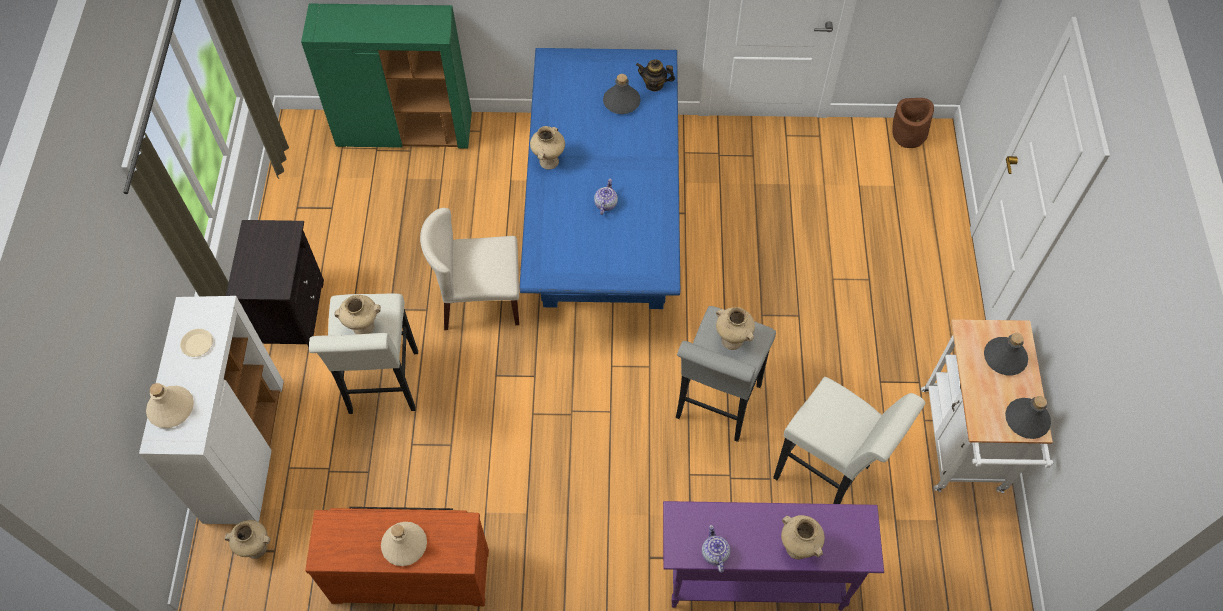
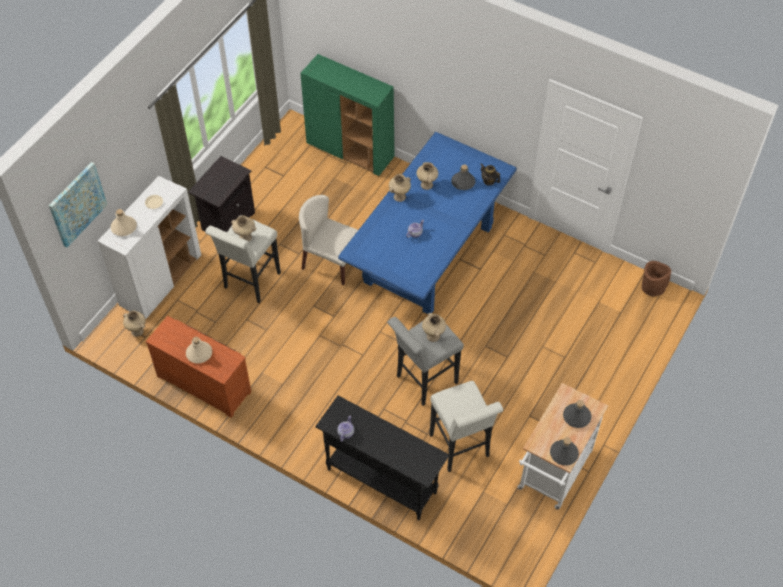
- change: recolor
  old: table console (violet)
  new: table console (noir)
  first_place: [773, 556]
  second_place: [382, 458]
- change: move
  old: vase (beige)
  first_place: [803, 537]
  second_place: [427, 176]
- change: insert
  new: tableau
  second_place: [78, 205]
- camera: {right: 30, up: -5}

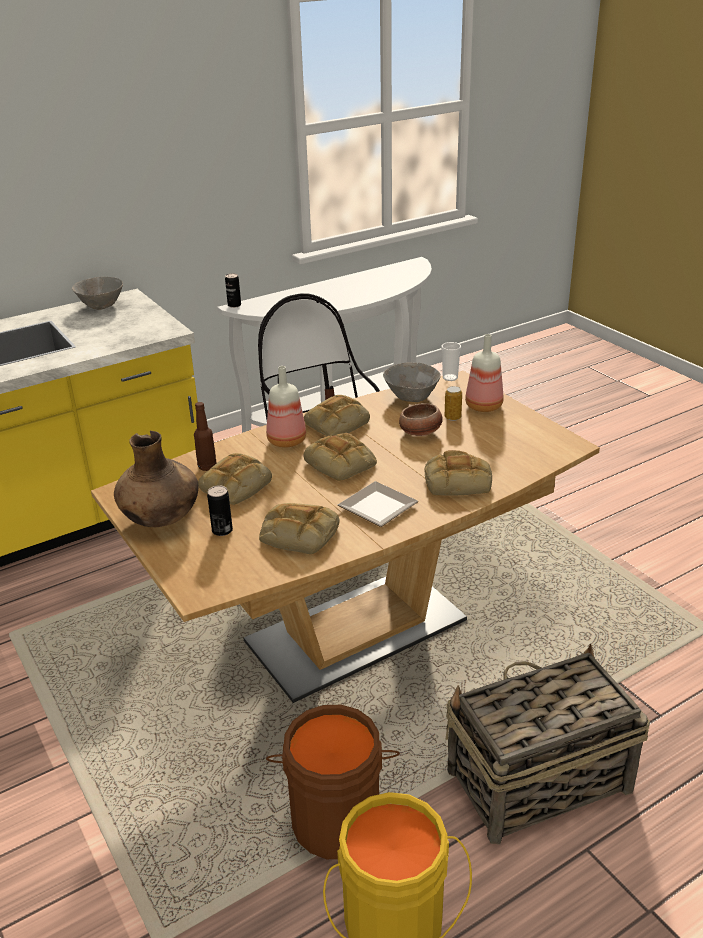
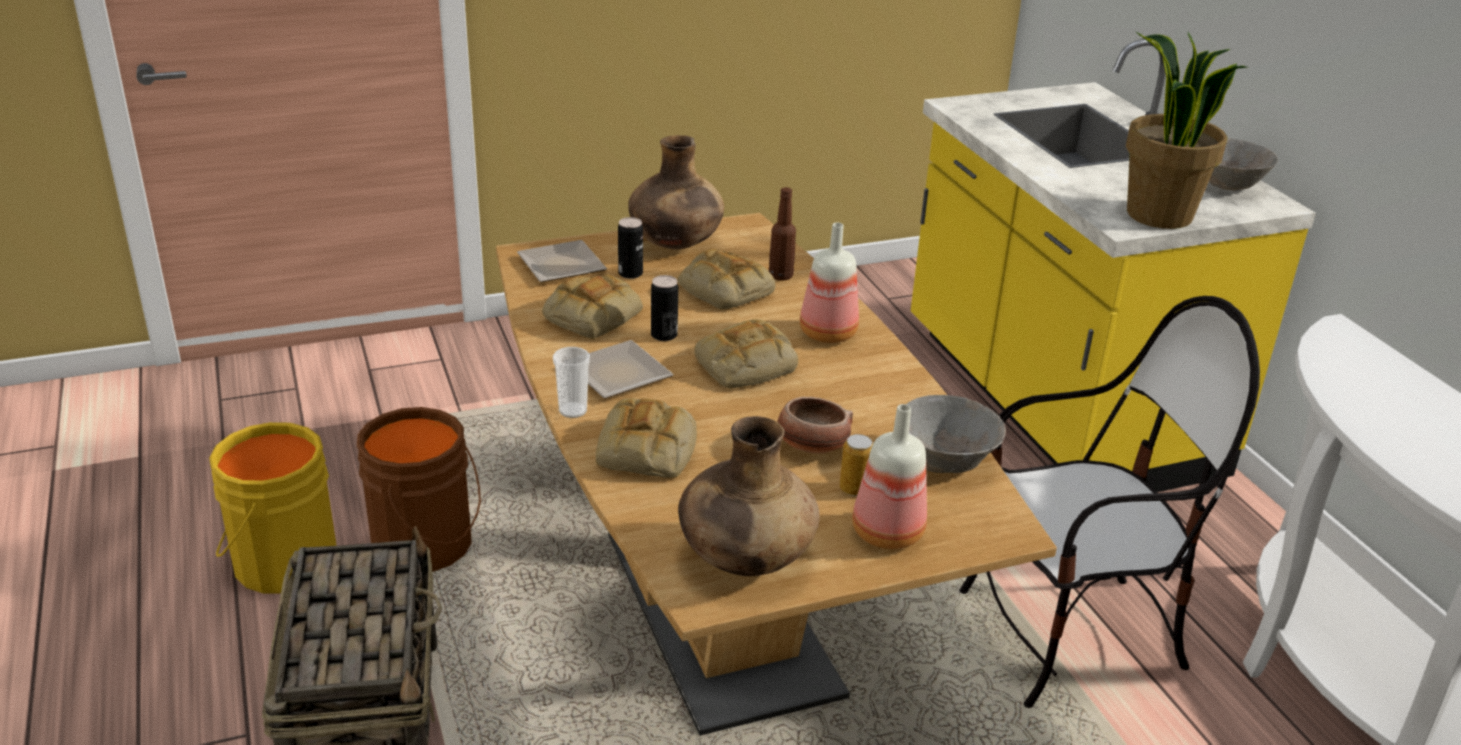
- change: move
  old: boîte métallique
  first_place: [233, 290]
  second_place: [664, 308]
- change: delete
  old: pain
  first_place: [337, 415]
- change: move
  old: tasse
  first_place: [451, 361]
  second_place: [571, 382]
- change: insert
  new: assiette
  second_place: [562, 261]
- change: insert
  new: vase (marron)
  second_place: [749, 496]
- change: insert
  new: plante en pot
  second_place: [1186, 130]
- camera: {right: 100, up: 0}

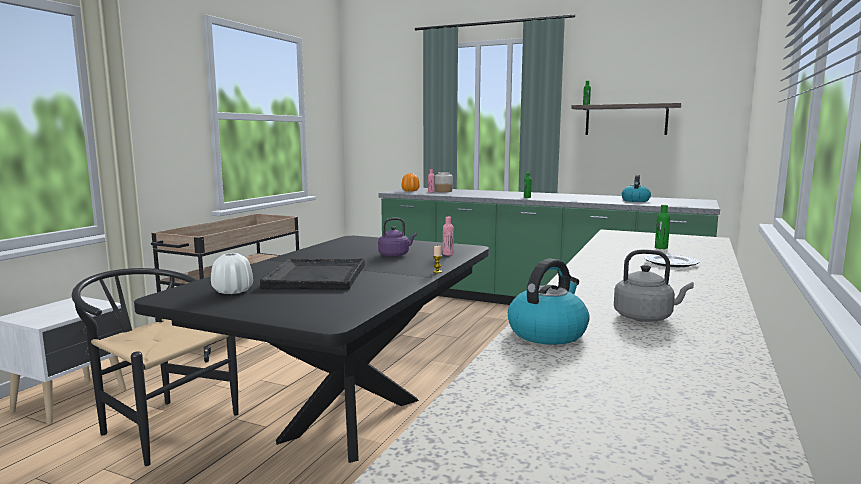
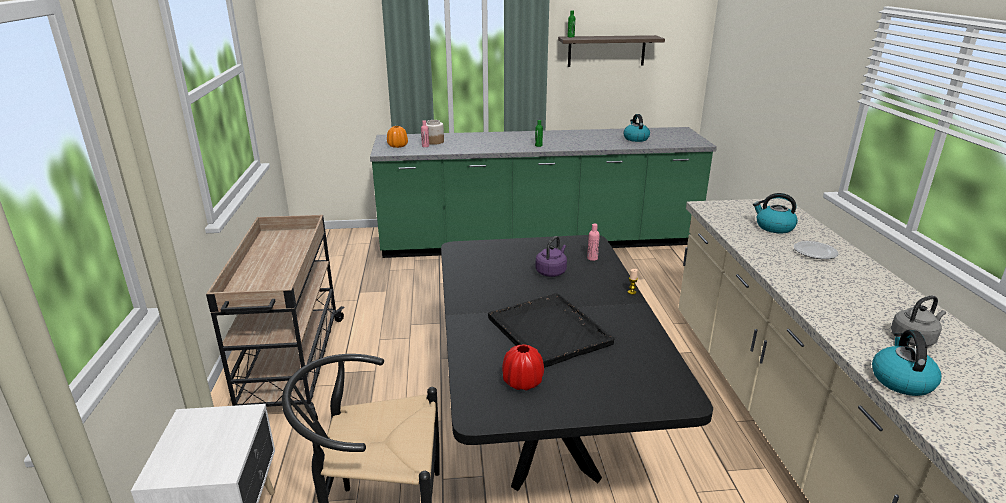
- change: recolor
  old: vase (blanc)
  new: vase (rouge)
  first_place: [232, 273]
  second_place: [523, 367]
- change: replace
  old: bouteille (vert)
  new: bouilloire
  first_place: [662, 227]
  second_place: [775, 213]
- camera: {right: -30, up: 15}

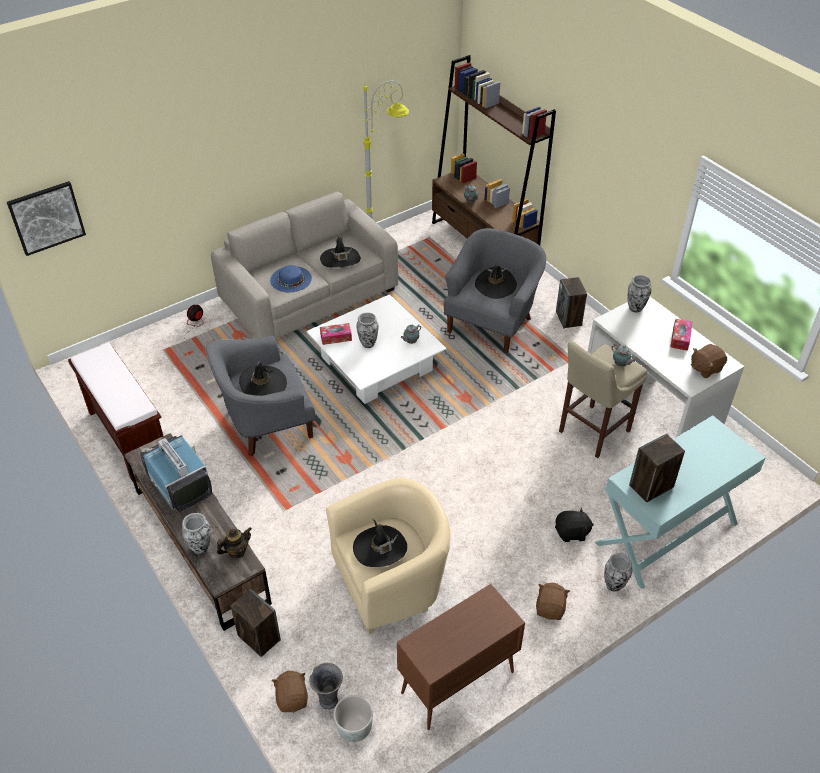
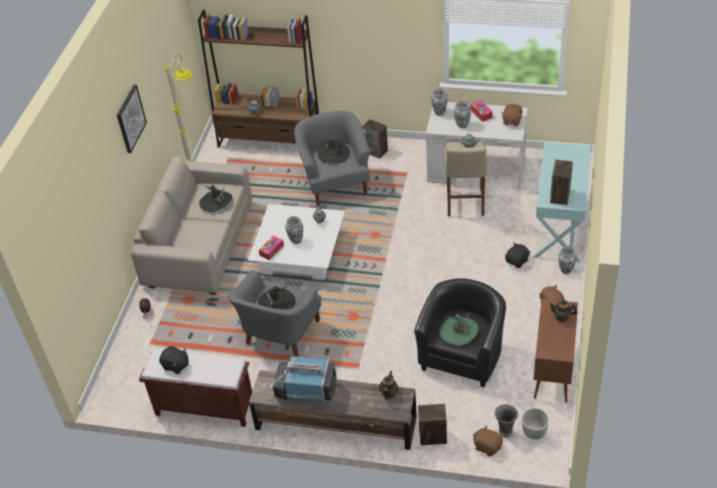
- change: move
  old: tableau
  first_place: [46, 218]
  second_place: [132, 119]
- change: move
  old: vase
  first_place: [196, 533]
  second_place: [462, 114]
- change: delete
  old: chapeau (bleu)
  first_place: [291, 278]
- change: recolor
  old: fauteuil (beige)
  new: fauteuil (noir)
  first_place: [388, 555]
  second_place: [460, 332]
- change: recolor
  old: chapeau (noir)
  new: chapeau (vert)
  first_place: [380, 543]
  second_place: [459, 330]
- change: insert
  new: peluche (noir)
  second_place: [174, 360]
- change: insert
  new: théière
  second_place: [563, 311]
- camera: {right: -40, up: 0}

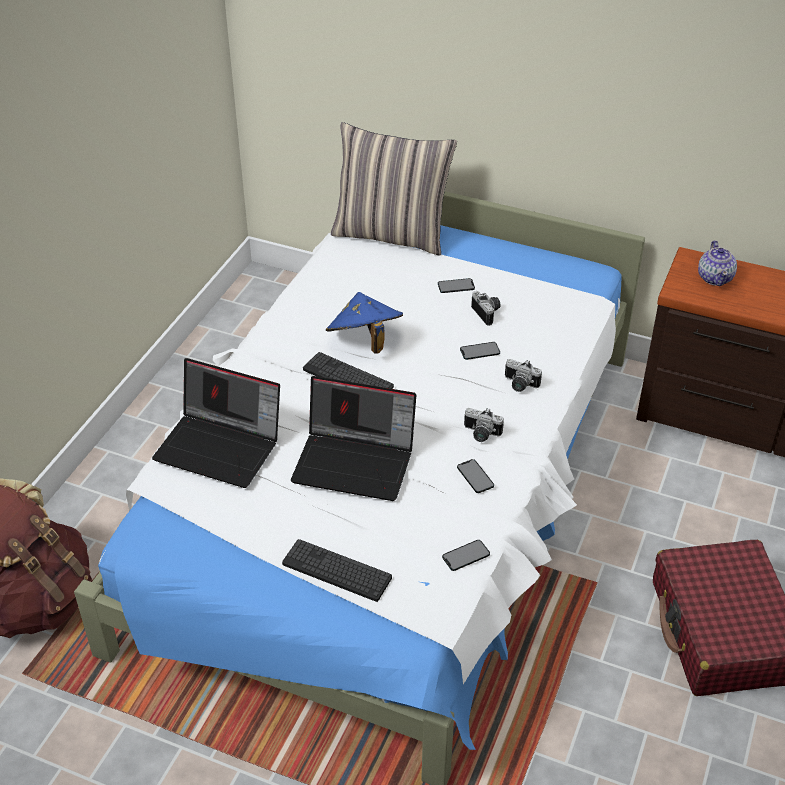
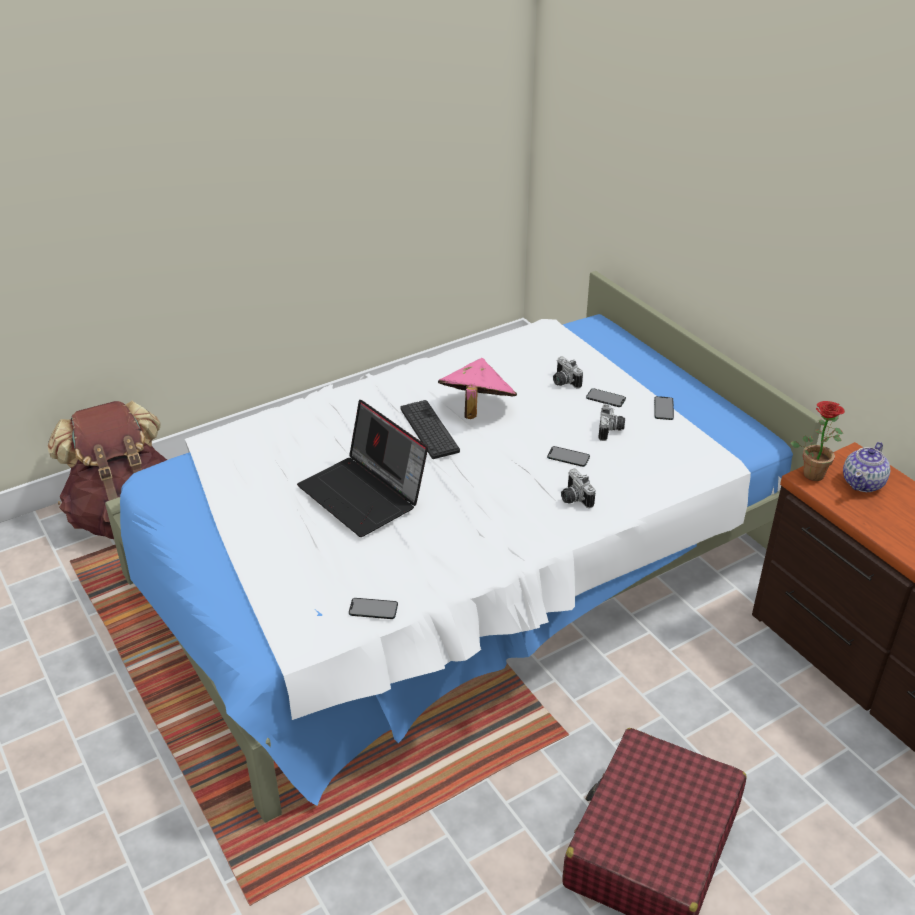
- change: delete
  old: ordinateur portable
  first_place: [216, 423]
- change: delete
  old: clavier
  first_place: [337, 570]
- change: recolor
  old: chapeau (bleu)
  new: chapeau (rose)
  first_place: [364, 323]
  second_place: [477, 388]
- change: delete
  old: coussin
  first_place: [394, 189]
- change: move
  old: téléphone
  first_place: [475, 476]
  second_place: [664, 408]
- change: move
  old: appareil photo
  first_place: [484, 425]
  second_place: [568, 372]
- change: insert
  new: plante en pot
  second_place: [817, 441]
- camera: {right: 35, up: -5}

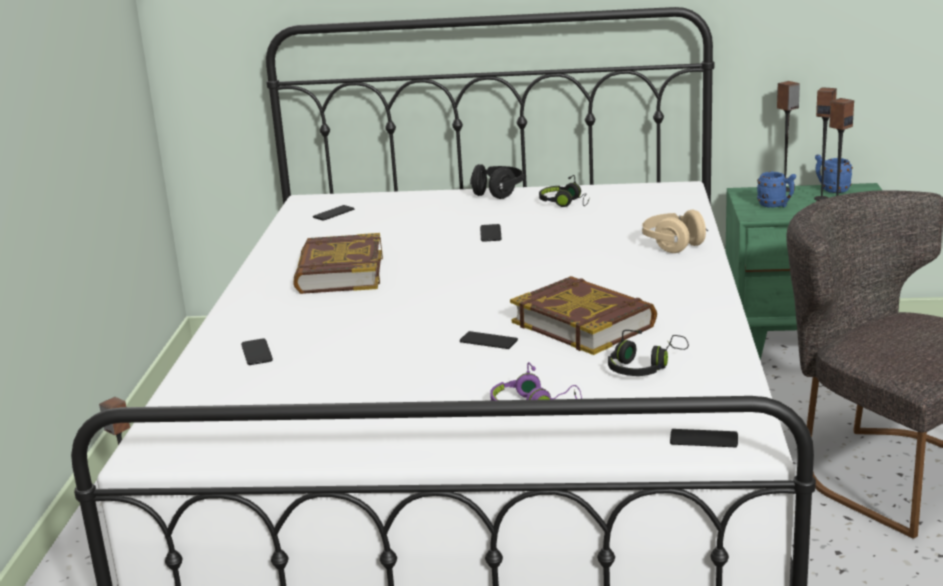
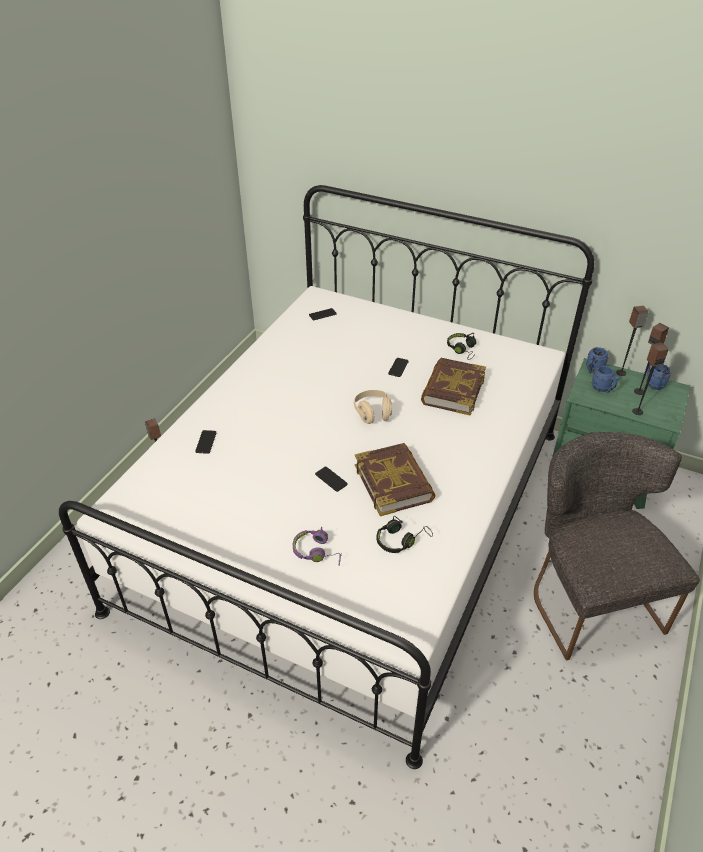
- change: move
  old: livre
  first_place: [338, 263]
  second_place: [453, 387]
- change: delete
  old: casque audio (noir)
  first_place: [497, 181]
- change: move
  old: casque audio (beige)
  first_place: [675, 231]
  second_place: [373, 407]
- change: delete
  old: téléphone
  first_place: [704, 438]
- change: insert
  new: mug (bleu)
  second_place: [597, 360]
- camera: {right: 20, up: 20}

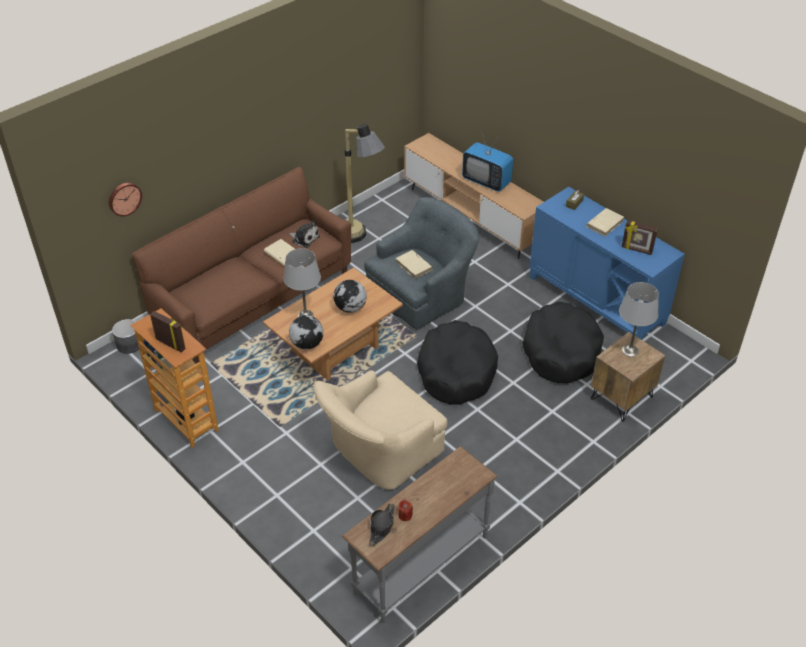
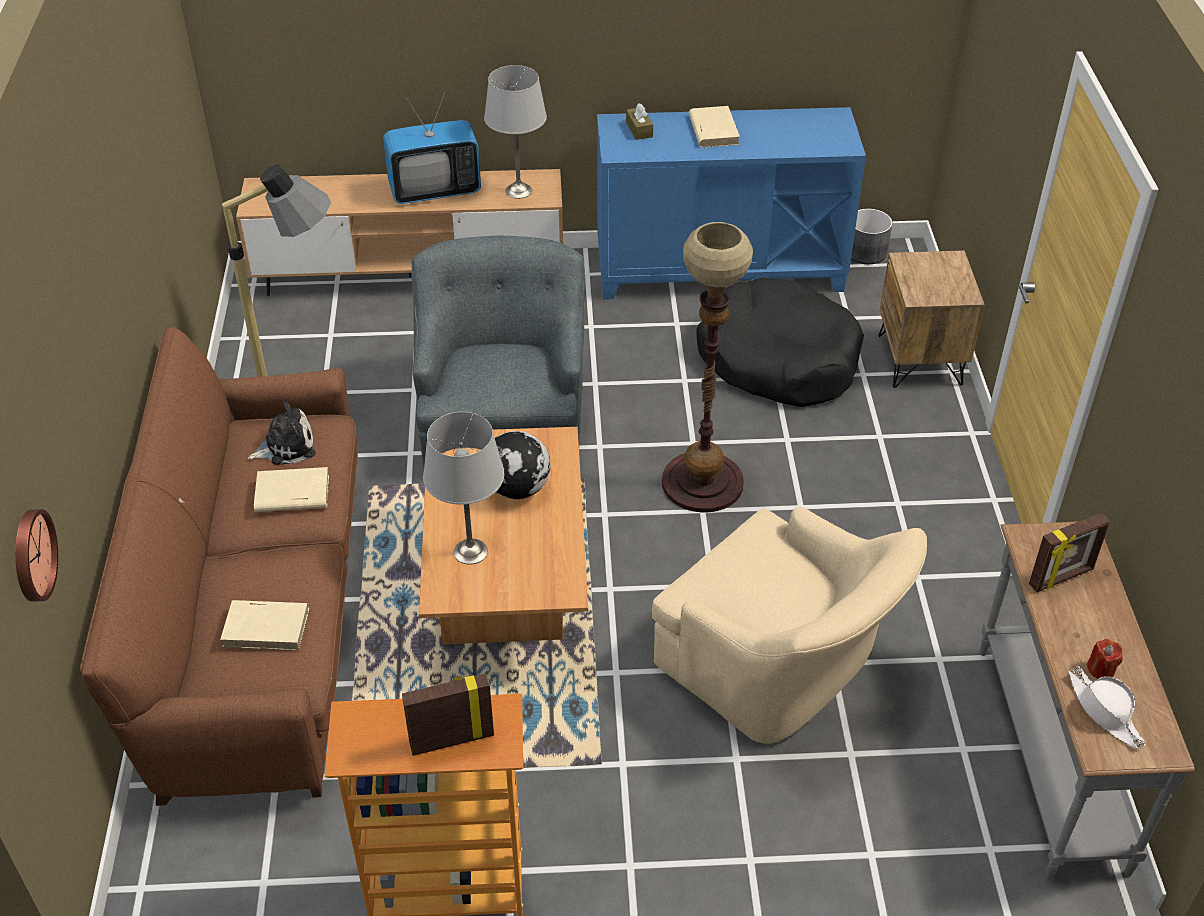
- change: move
  old: cache-pot (gris)
  first_place: [125, 336]
  second_place: [871, 236]
- change: delete
  old: globe
  first_place: [306, 332]
- change: rotate
  old: fauteuil (beige)
  first_place: [380, 429]
  second_place: [789, 625]
  degrees: -45
- change: recolor
  old: chapeau (noir)
  new: chapeau (blanc)
  first_place: [382, 524]
  second_place: [1107, 707]
- change: move
  old: livre (beige)
  first_place: [414, 264]
  second_place: [264, 625]
- change: replace
  old: panier pour chien (noir)
  new: lampadaire
  first_place: [457, 362]
  second_place: [707, 367]
- change: move
  old: lampe de table (gris)
  first_place: [639, 319]
  second_place: [515, 132]
- change: move
  old: cadre photo
  first_place: [640, 237]
  second_place: [1069, 552]
- camera: {right: -50, up: 0}

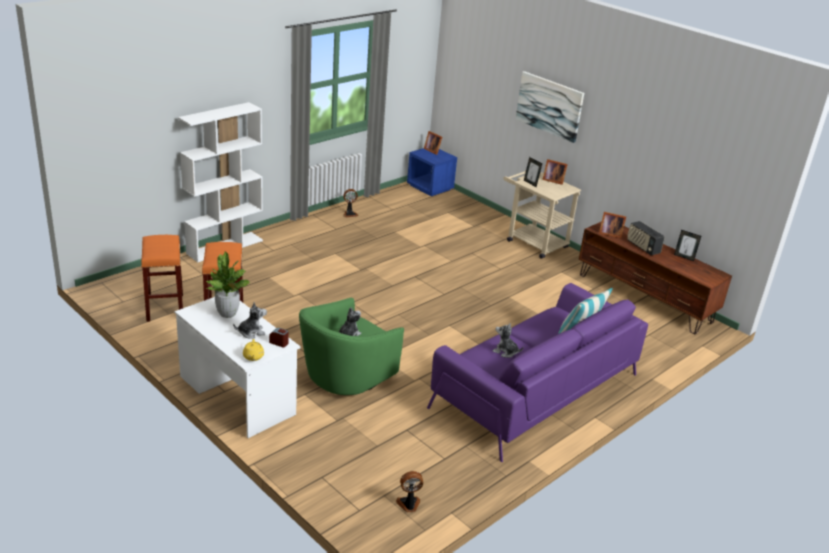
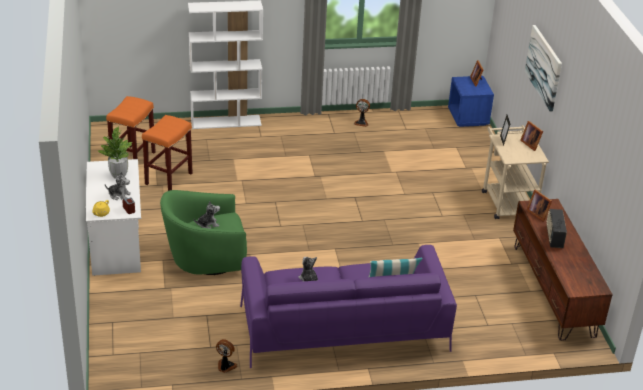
- change: move
  old: ventilateur
  first_place: [409, 491]
  second_place: [227, 356]
- change: delete
  old: cadre photo
  first_place: [687, 245]
- camera: {right: 35, up: 5}

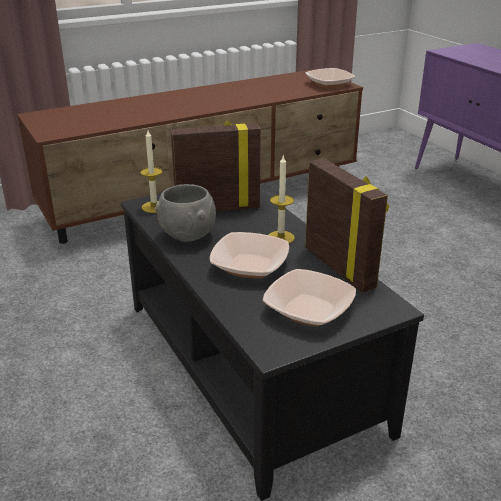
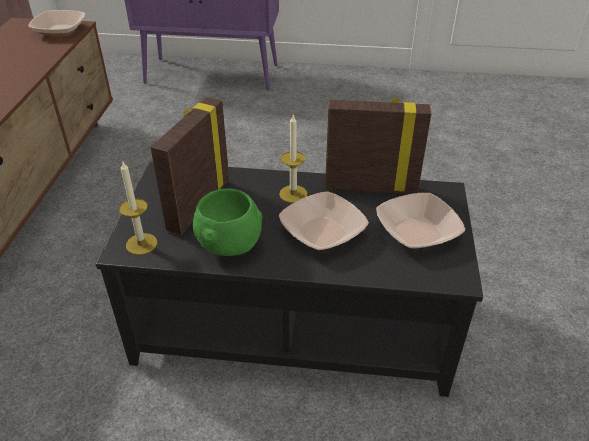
- change: recolor
  old: bol (gris)
  new: bol (vert)
  first_place: [185, 213]
  second_place: [228, 222]
- camera: {right: -55, up: 10}

